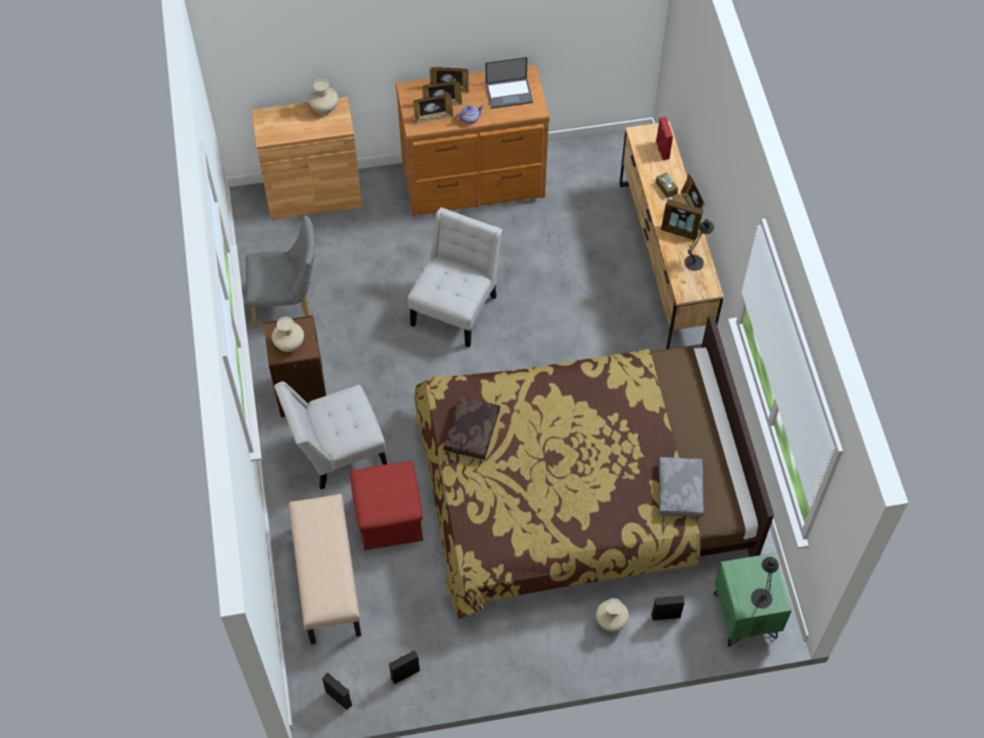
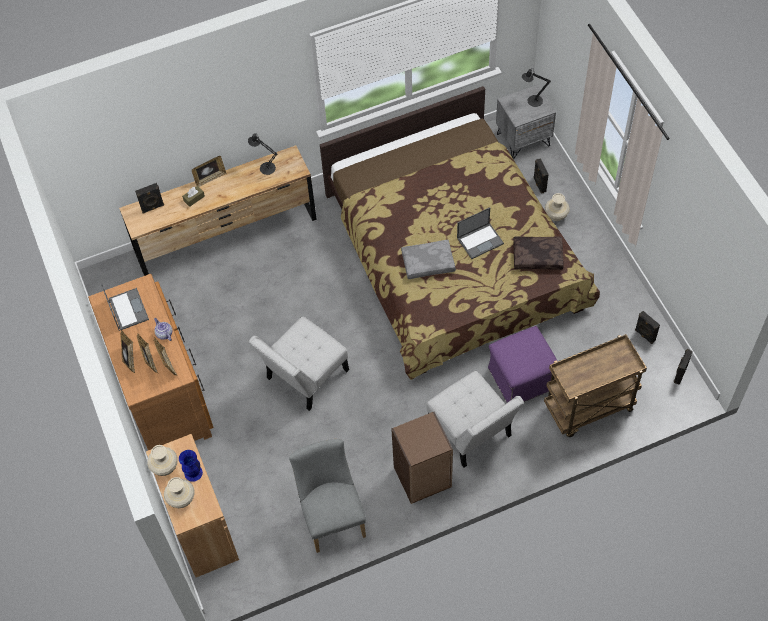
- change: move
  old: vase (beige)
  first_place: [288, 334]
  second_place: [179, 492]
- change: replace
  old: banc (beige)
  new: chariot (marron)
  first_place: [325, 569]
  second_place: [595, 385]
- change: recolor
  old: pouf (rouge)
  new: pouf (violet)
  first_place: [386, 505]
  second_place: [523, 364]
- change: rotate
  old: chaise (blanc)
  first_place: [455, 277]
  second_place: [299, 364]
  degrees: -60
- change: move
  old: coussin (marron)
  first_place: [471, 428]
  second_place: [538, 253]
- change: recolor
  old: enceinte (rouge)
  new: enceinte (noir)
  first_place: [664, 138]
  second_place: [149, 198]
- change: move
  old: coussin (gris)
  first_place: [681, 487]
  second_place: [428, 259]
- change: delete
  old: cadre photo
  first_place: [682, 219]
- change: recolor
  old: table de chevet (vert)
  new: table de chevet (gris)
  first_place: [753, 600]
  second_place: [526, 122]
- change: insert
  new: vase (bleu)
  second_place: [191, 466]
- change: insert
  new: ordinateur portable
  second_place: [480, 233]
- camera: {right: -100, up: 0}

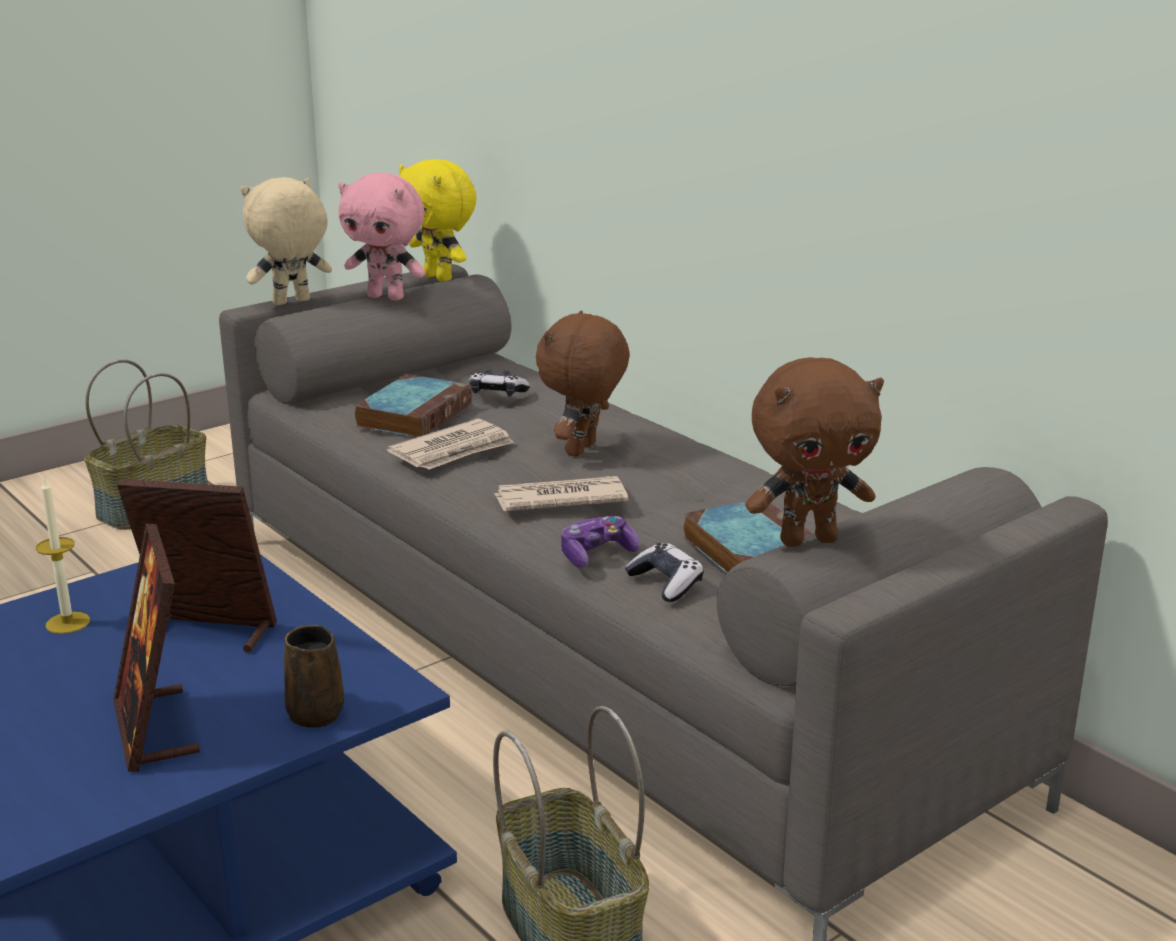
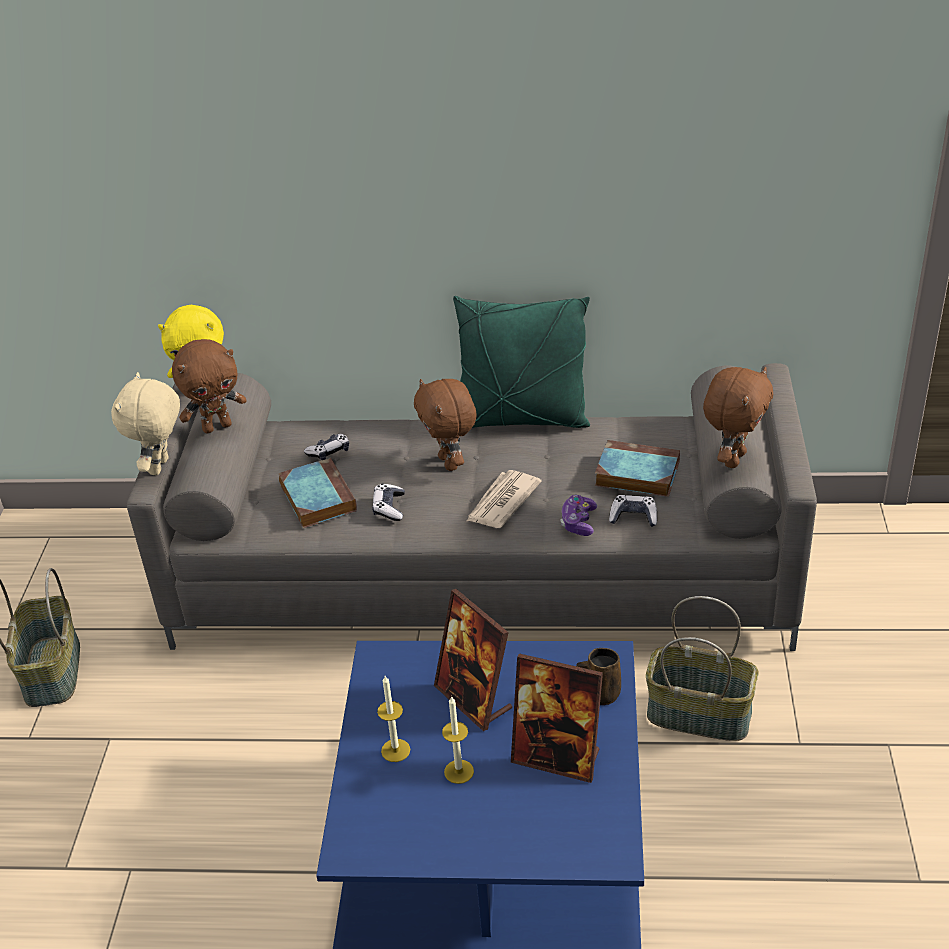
- change: rotate
  old: cadre photo
  first_place: [197, 566]
  second_place: [473, 660]
  degrees: -90
- change: recolor
  old: peluche (rose)
  new: peluche (marron)
  first_place: [382, 236]
  second_place: [209, 386]
- change: replace
  old: journal
  new: manette
  first_place: [450, 444]
  second_place: [388, 502]
- change: insert
  new: bougie
  second_place: [458, 740]
- change: insert
  new: coussin (vert)
  second_place: [521, 362]
- camera: {right: -45, up: 15}

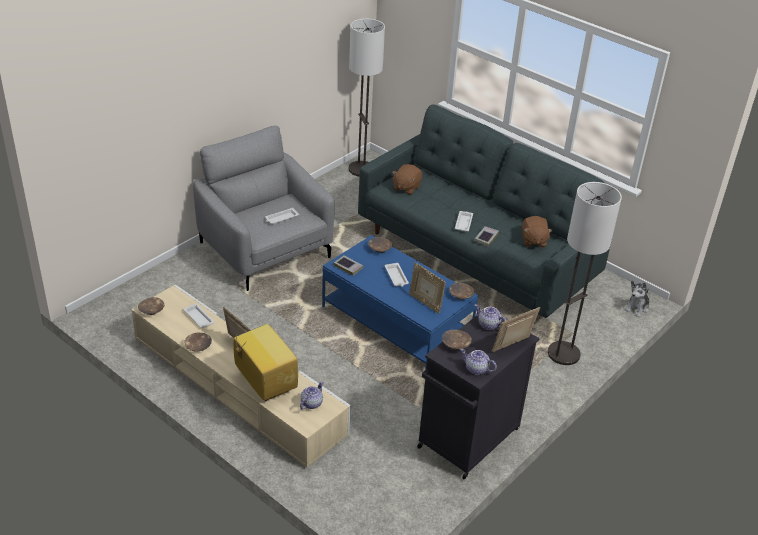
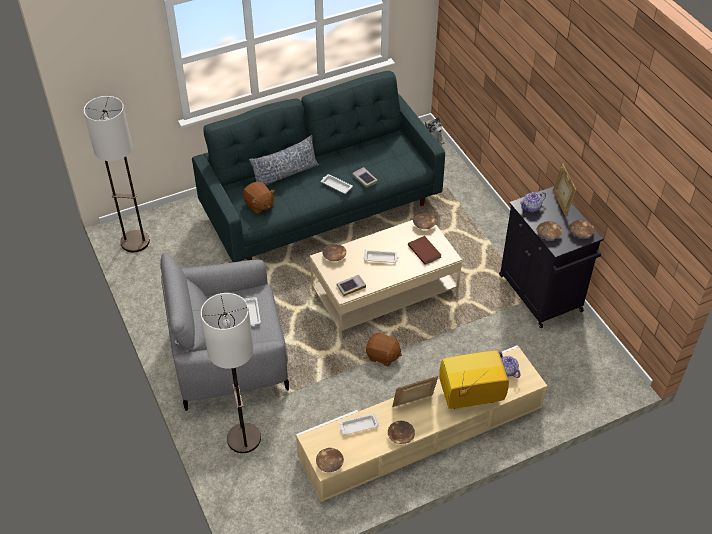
- change: recolor
  old: table basse (bleu)
  new: table basse (beige)
  first_place: [400, 302]
  second_place: [386, 279]
- change: replace
  old: cadre photo
  new: livre (marron)
  first_place: [427, 288]
  second_place: [425, 250]
- change: replace
  old: théière
  new: bol (marron)
  first_place: [478, 361]
  second_place: [582, 229]
- change: move
  old: peluche (marron)
  first_place: [537, 231]
  second_place: [384, 349]
- change: move
  old: lampadaire
  first_place: [585, 273]
  second_place: [231, 373]
- change: insert
  new: coussin
  second_place: [284, 160]
- camera: {right: -65, up: 10}

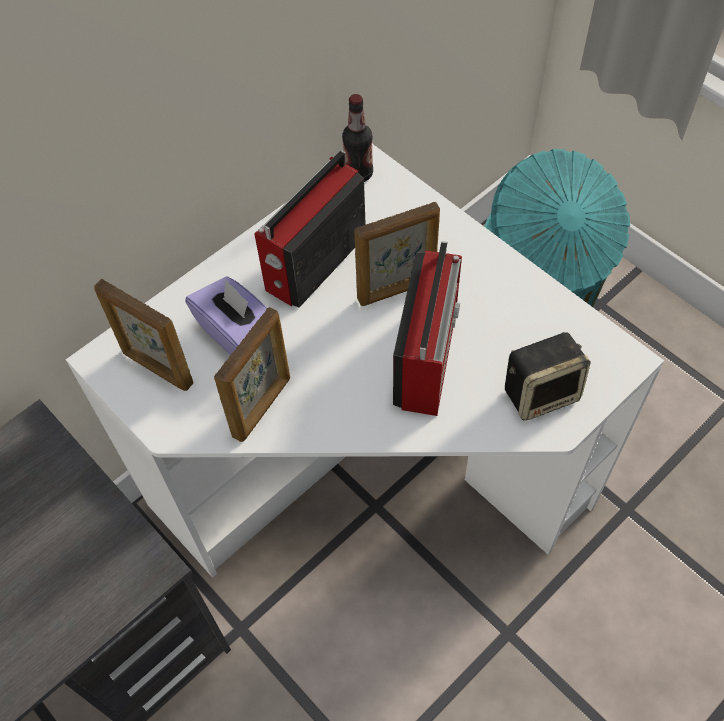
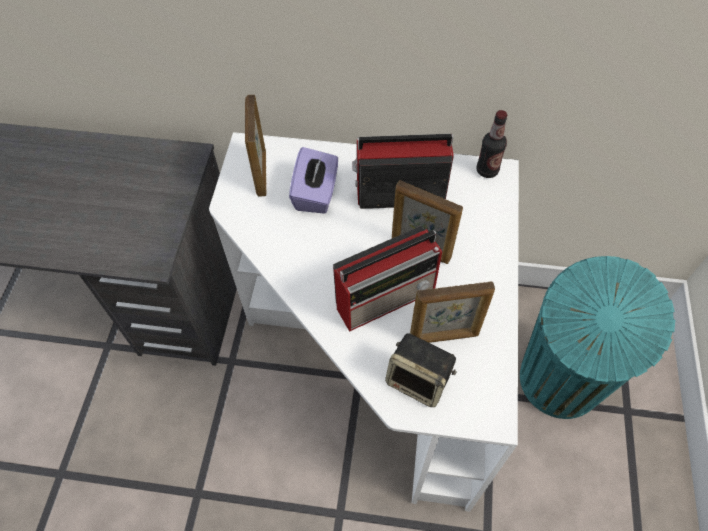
- change: move
  old: cadre photo
  first_place: [252, 374]
  second_place: [452, 312]
- camera: {right: 50, up: 0}

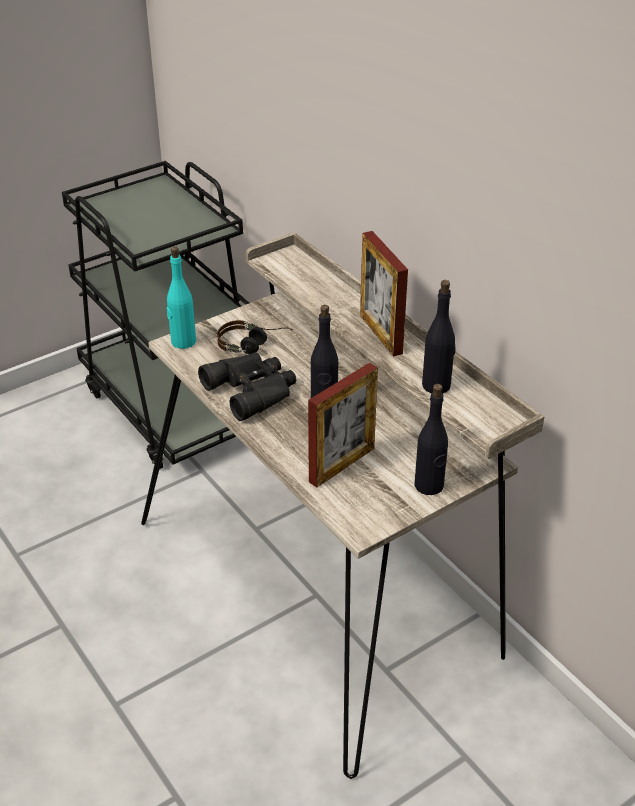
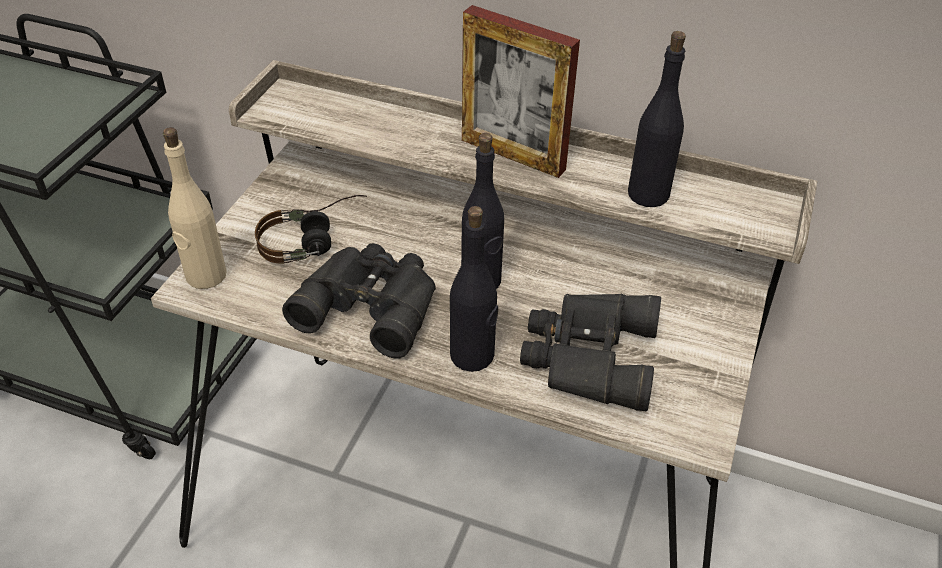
- change: recolor
  old: bouteille (turquoise)
  new: bouteille (beige)
  first_place: [181, 298]
  second_place: [195, 208]
- change: replace
  old: cadre photo
  new: jumelles (noir)
  first_place: [343, 425]
  second_place: [590, 352]
- change: move
  old: bouteille (noir)
  first_place: [431, 439]
  second_place: [474, 289]
- camera: {right: -35, up: 5}

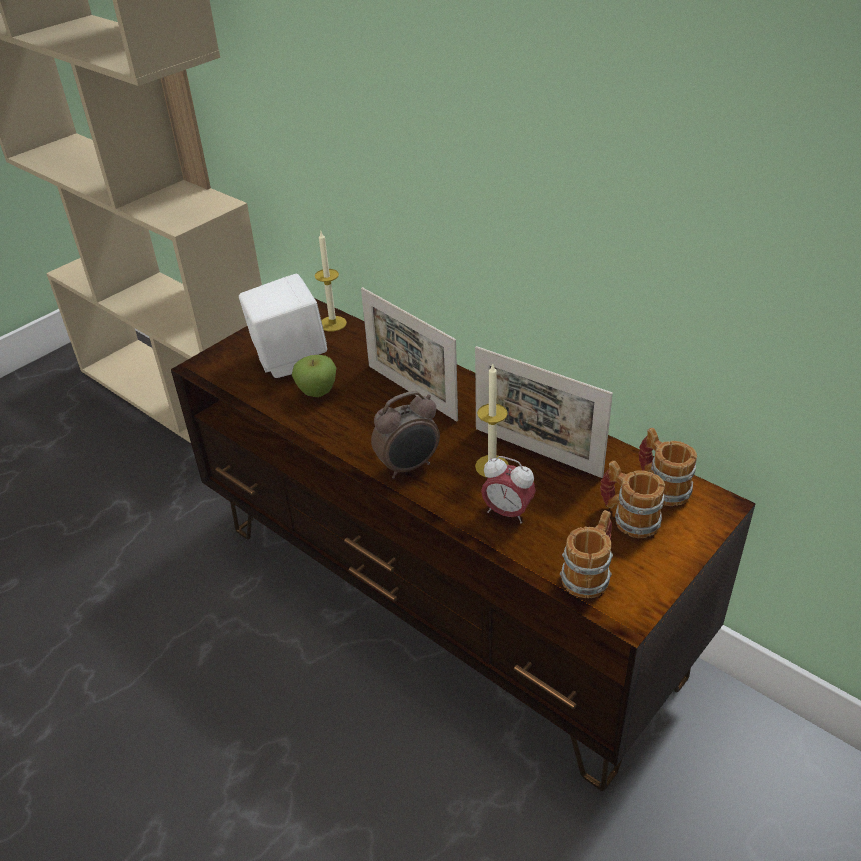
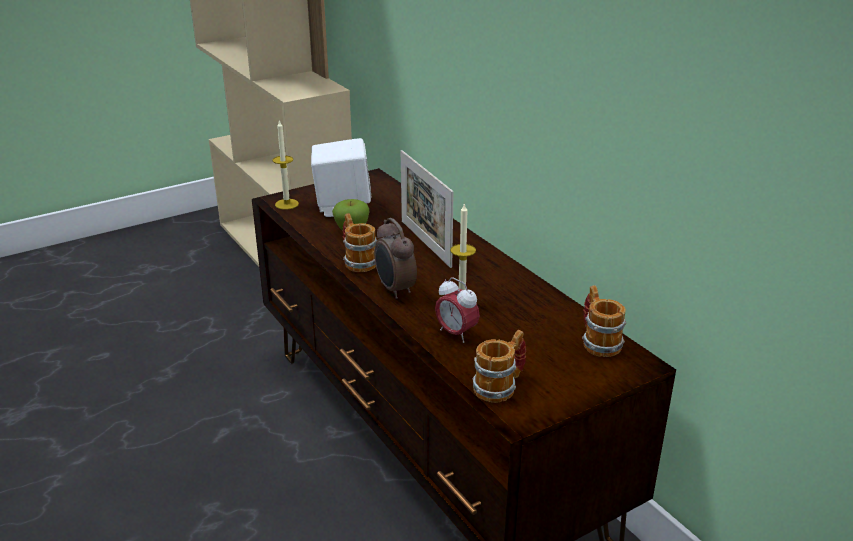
- change: move
  old: bougie
  first_place: [331, 281]
  second_place: [285, 164]
- change: rotate
  old: réveil
  first_place: [405, 435]
  second_place: [395, 258]
  degrees: 75
- change: delete
  old: cadre photo
  first_place: [544, 412]
- change: move
  old: mug
  first_place: [632, 499]
  second_place: [360, 242]
- camera: {right: 15, up: -10}

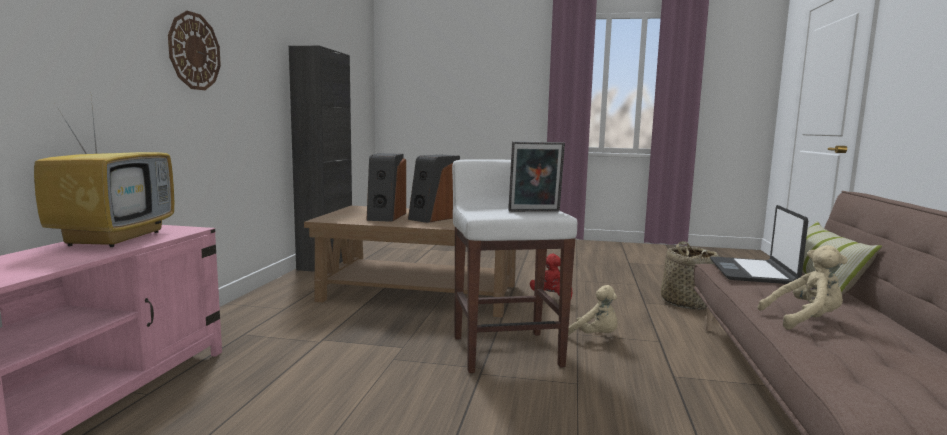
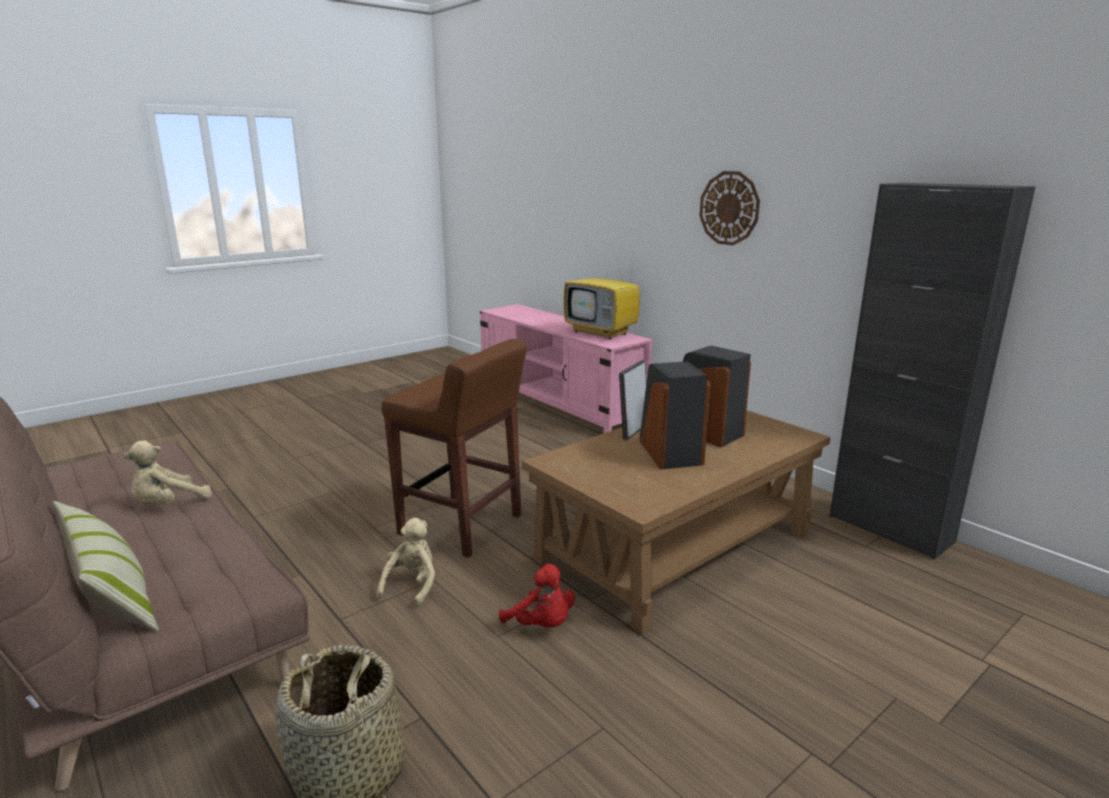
- change: recolor
  old: tabouret (blanc)
  new: tabouret (marron)
  first_place: [514, 266]
  second_place: [454, 448]
- change: move
  old: cadre photo
  first_place: [536, 176]
  second_place: [633, 400]
- change: rotate
  old: peluche (beige)
  first_place: [593, 310]
  second_place: [406, 563]
  degrees: 120
- change: delete
  old: ordinateur portable
  first_place: [759, 244]
- camera: {right: 130, up: 10}

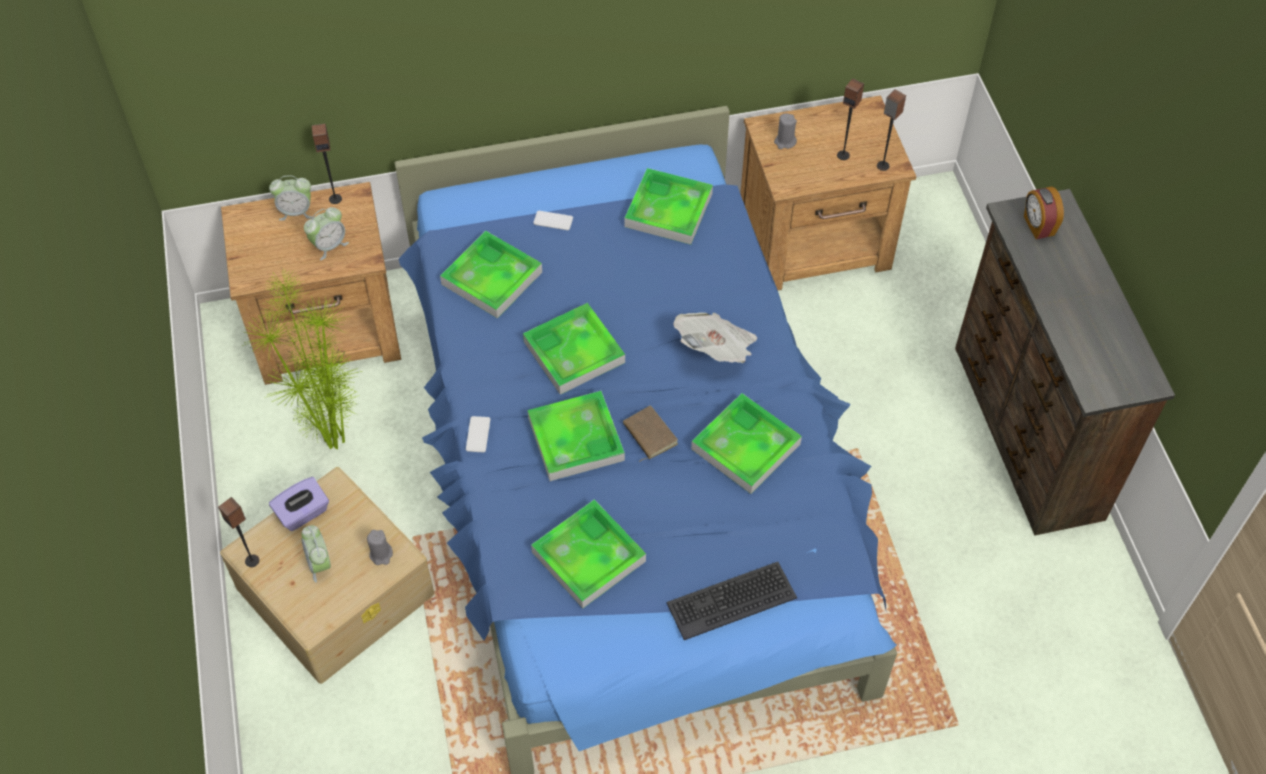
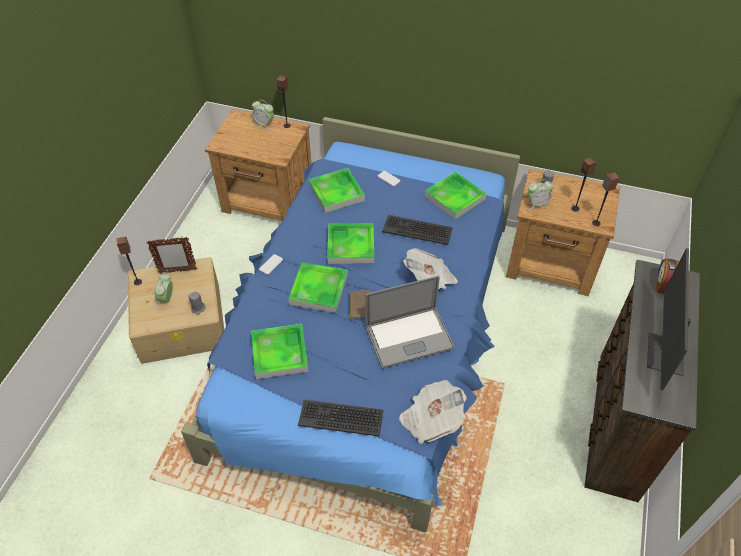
- change: delete
  old: plante en pot
  first_place: [302, 359]
- change: replace
  old: boîte à mouchoirs (violet)
  new: cadre photo
  first_place: [299, 504]
  second_place: [171, 255]
- change: move
  old: réveil
  first_place: [326, 233]
  second_place: [540, 195]
- change: replace
  old: plateau
  new: ordinateur portable
  first_place: [746, 443]
  second_place: [409, 322]
- change: insert
  new: clavier
  second_place: [417, 230]
- change: insert
  new: journal
  second_place: [433, 412]
- change: insert
  new: écran d'ordinateur
  second_place: [669, 319]
- camera: {right: 30, up: -5}

